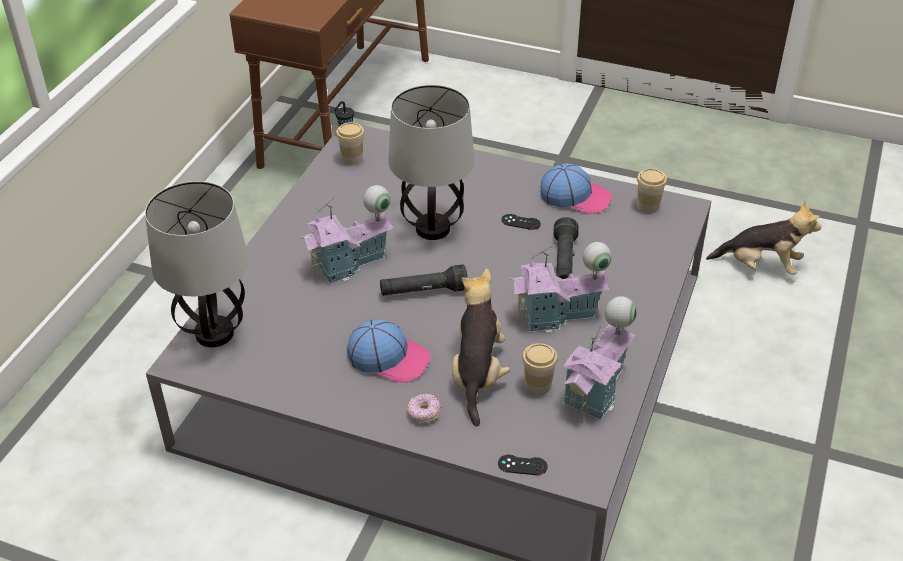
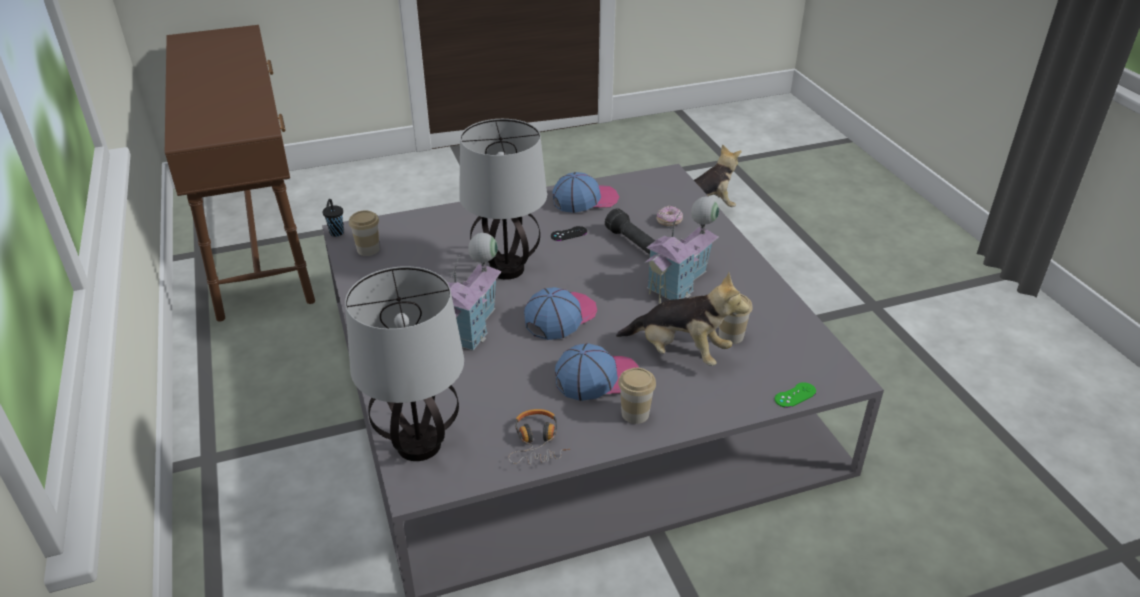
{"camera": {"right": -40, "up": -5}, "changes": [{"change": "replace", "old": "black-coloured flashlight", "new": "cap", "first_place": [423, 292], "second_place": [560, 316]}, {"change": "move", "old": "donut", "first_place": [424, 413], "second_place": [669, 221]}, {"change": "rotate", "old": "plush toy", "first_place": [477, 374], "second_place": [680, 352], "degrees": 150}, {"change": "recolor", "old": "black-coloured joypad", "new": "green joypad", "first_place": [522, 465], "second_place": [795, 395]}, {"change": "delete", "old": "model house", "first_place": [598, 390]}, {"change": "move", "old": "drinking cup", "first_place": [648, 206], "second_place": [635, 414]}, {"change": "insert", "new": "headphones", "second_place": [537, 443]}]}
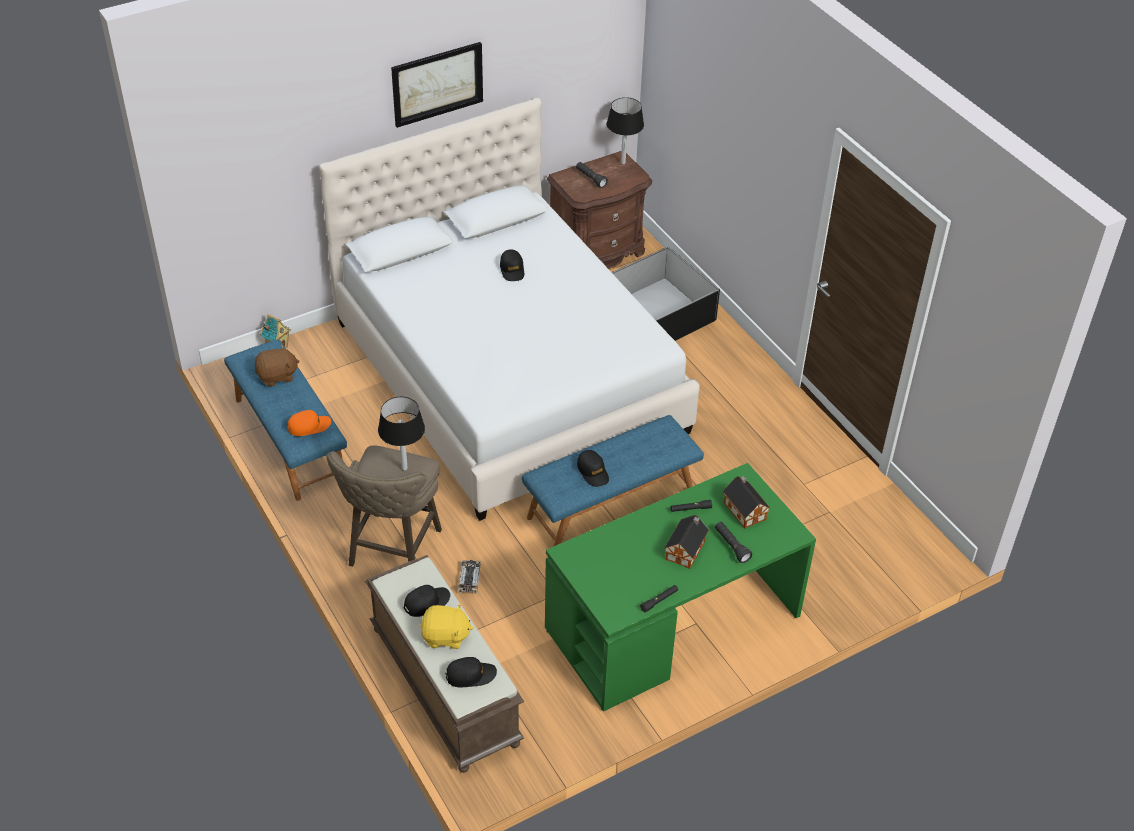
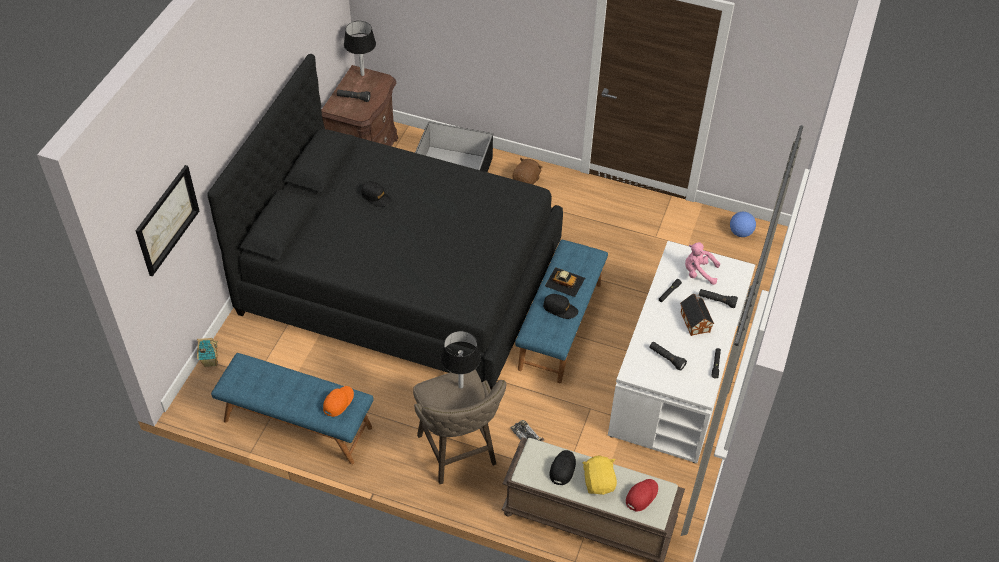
{"camera": {"right": -40, "up": 5}, "changes": [{"change": "move", "old": "brown-coloured plush toy", "first_place": [277, 376], "second_place": [526, 180]}, {"change": "recolor", "old": "white-coloured bed", "new": "black-coloured bed", "first_place": [509, 376], "second_place": [401, 278]}, {"change": "move", "old": "wall picture", "first_place": [437, 83], "second_place": [167, 220]}, {"change": "rotate", "old": "yellow-coloured plush toy", "first_place": [445, 636], "second_place": [599, 482], "degrees": -60}, {"change": "recolor", "old": "black-coloured cap", "new": "red-coloured cap", "first_place": [470, 675], "second_place": [641, 496]}, {"change": "recolor", "old": "green desk table", "new": "white-coloured desk table", "first_place": [673, 623], "second_place": [676, 378]}, {"change": "replace", "old": "model house", "new": "pink plush toy", "first_place": [744, 510], "second_place": [698, 272]}, {"change": "insert", "new": "model car", "second_place": [564, 281]}, {"change": "insert", "new": "black-coloured flashlight", "second_place": [666, 358]}, {"change": "insert", "new": "ball for football", "second_place": [740, 233]}]}
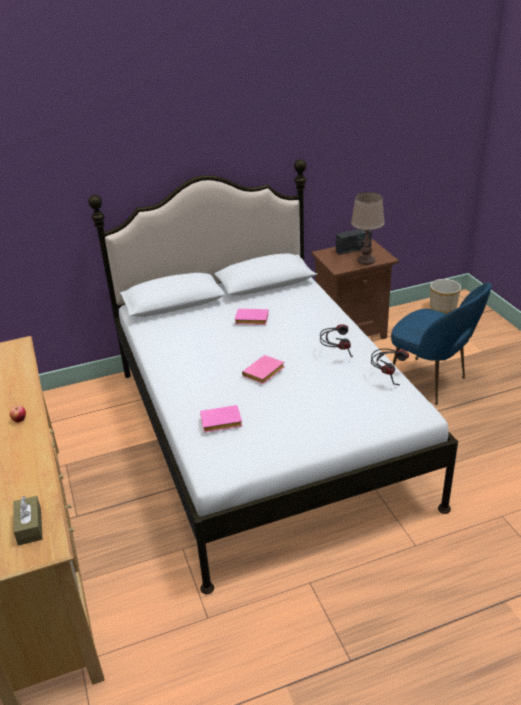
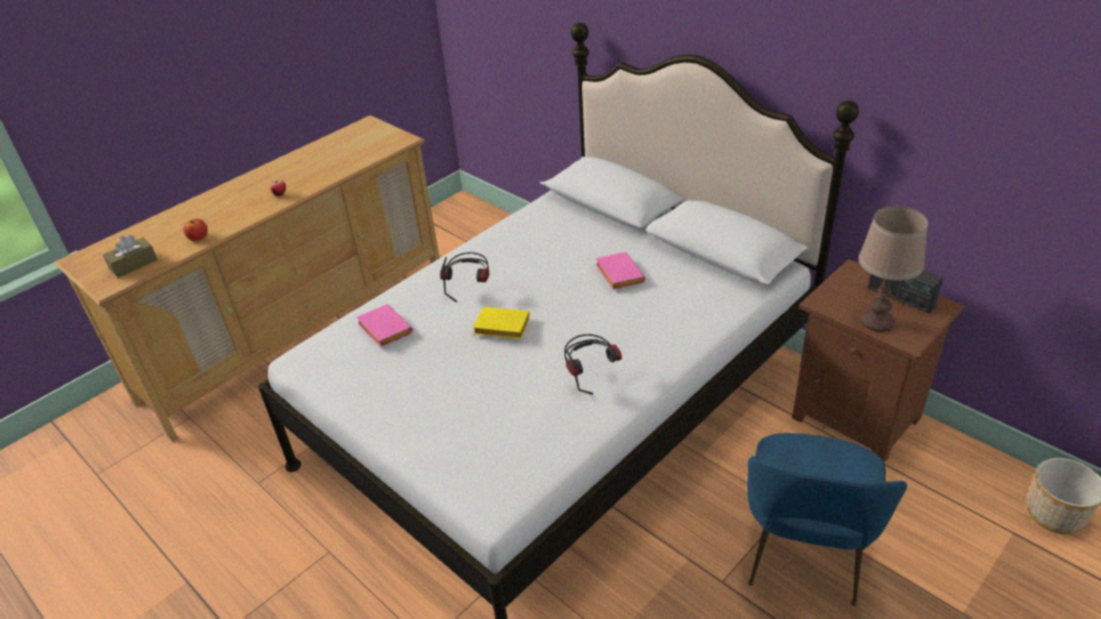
{"camera": {"right": 65, "up": 5}, "changes": [{"change": "recolor", "old": "pink bound book", "new": "yellow-coloured bound book", "first_place": [264, 373], "second_place": [500, 328]}, {"change": "move", "old": "headphones", "first_place": [387, 376], "second_place": [470, 289]}, {"change": "insert", "new": "apple", "second_place": [198, 237]}]}
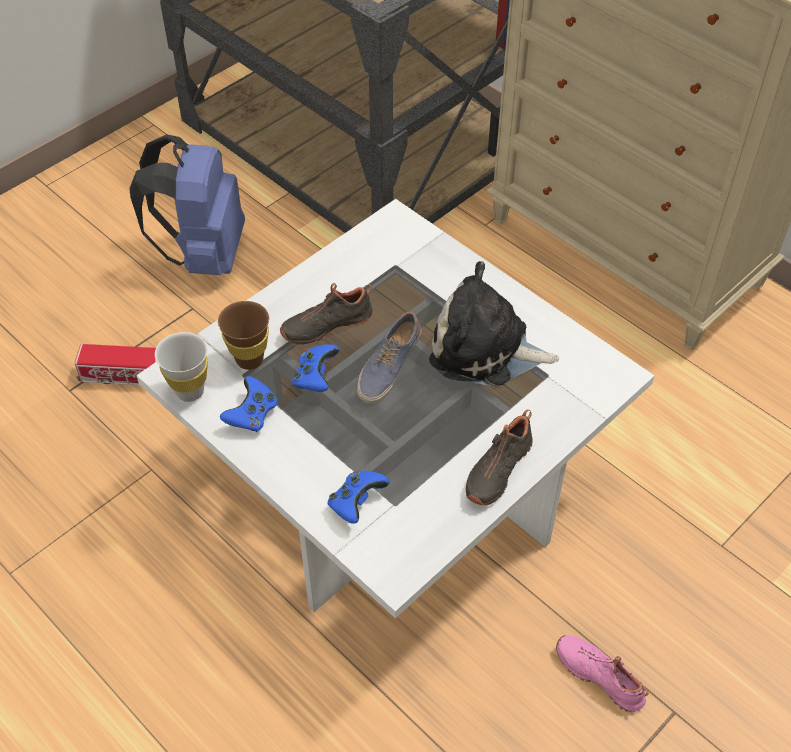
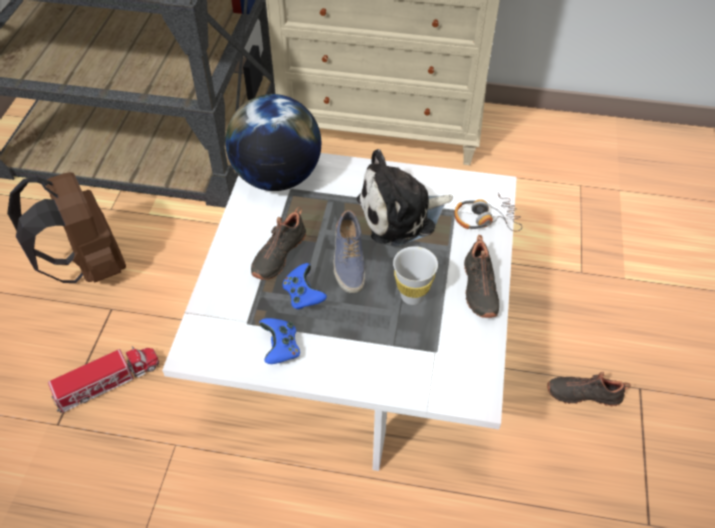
{"camera": {"right": -35, "up": 0}, "changes": [{"change": "recolor", "old": "blue knapsack", "new": "brown-coloured knapsack", "first_place": [203, 254], "second_place": [88, 265]}, {"change": "move", "old": "white-coloured drinking cup", "first_place": [190, 391], "second_place": [412, 296]}, {"change": "delete", "old": "brown-coloured drinking cup", "first_place": [249, 359]}, {"change": "delete", "old": "blue joypad", "first_place": [356, 503]}, {"change": "recolor", "old": "pink low shoe", "new": "black-coloured low shoe", "first_place": [600, 674], "second_place": [583, 393]}, {"change": "insert", "new": "world globe", "second_place": [277, 177]}, {"change": "insert", "new": "headphones", "second_place": [485, 219]}]}
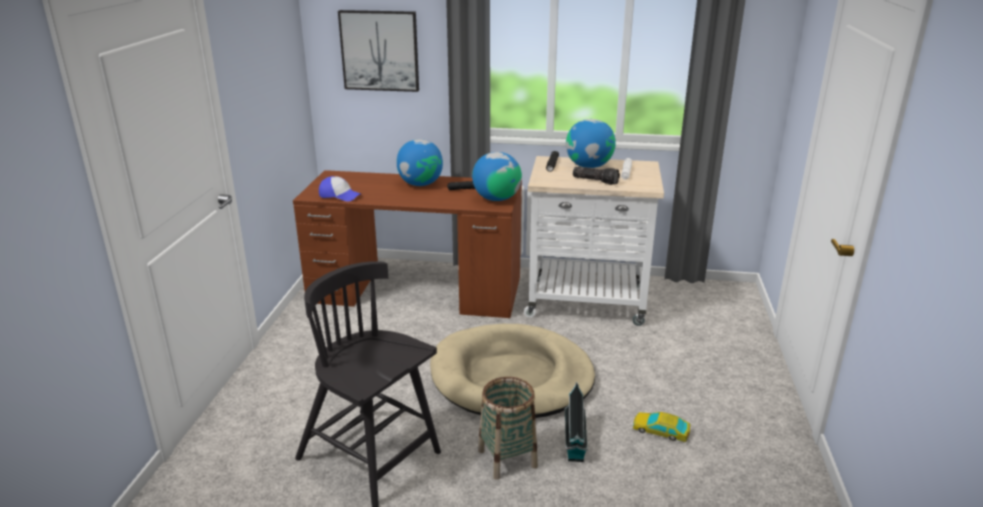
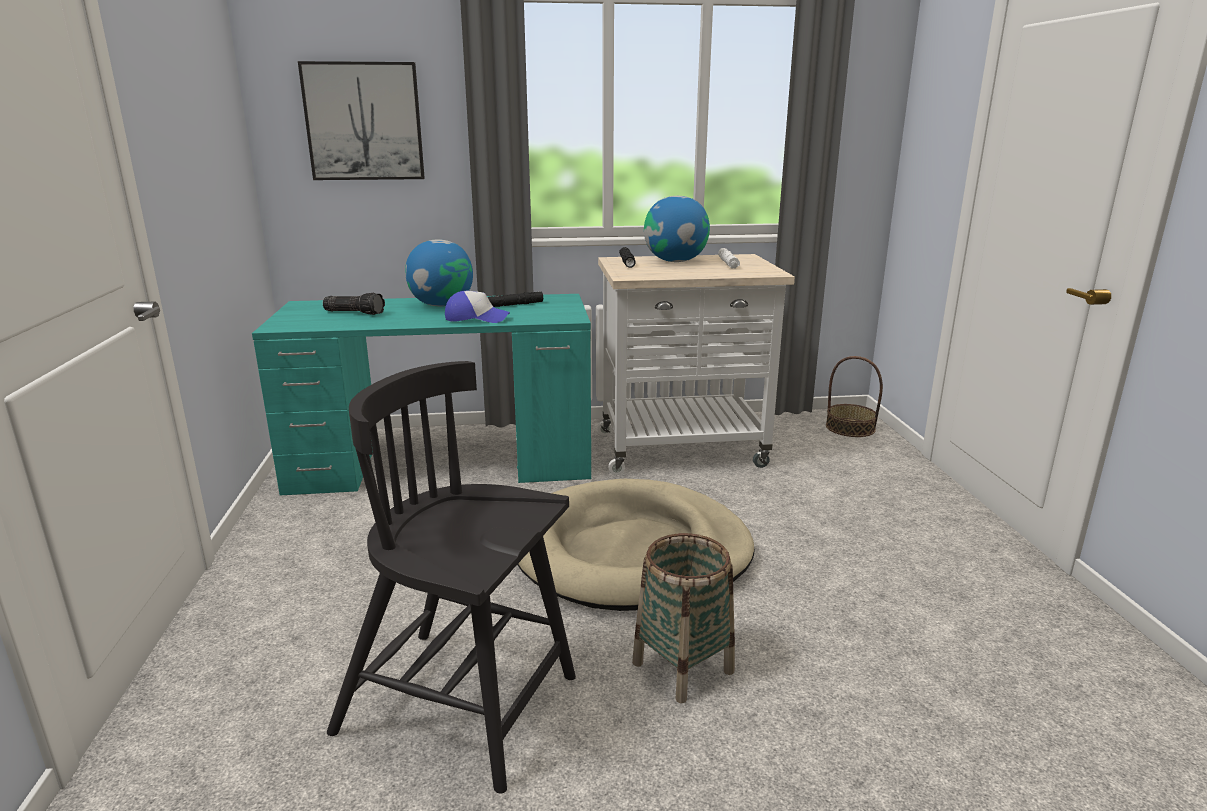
{"camera": {"right": -15, "up": -5}, "changes": [{"change": "recolor", "old": "brown-coloured desk table", "new": "blue-green desk table", "first_place": [416, 290], "second_place": [444, 461]}, {"change": "move", "old": "cap", "first_place": [339, 195], "second_place": [476, 318]}, {"change": "delete", "old": "world globe", "first_place": [496, 199]}, {"change": "delete", "old": "model house", "first_place": [575, 443]}, {"change": "move", "old": "flashlight", "first_place": [596, 181], "second_place": [355, 312]}, {"change": "delete", "old": "model car", "first_place": [660, 431]}, {"change": "insert", "new": "storage basket", "second_place": [850, 427]}]}
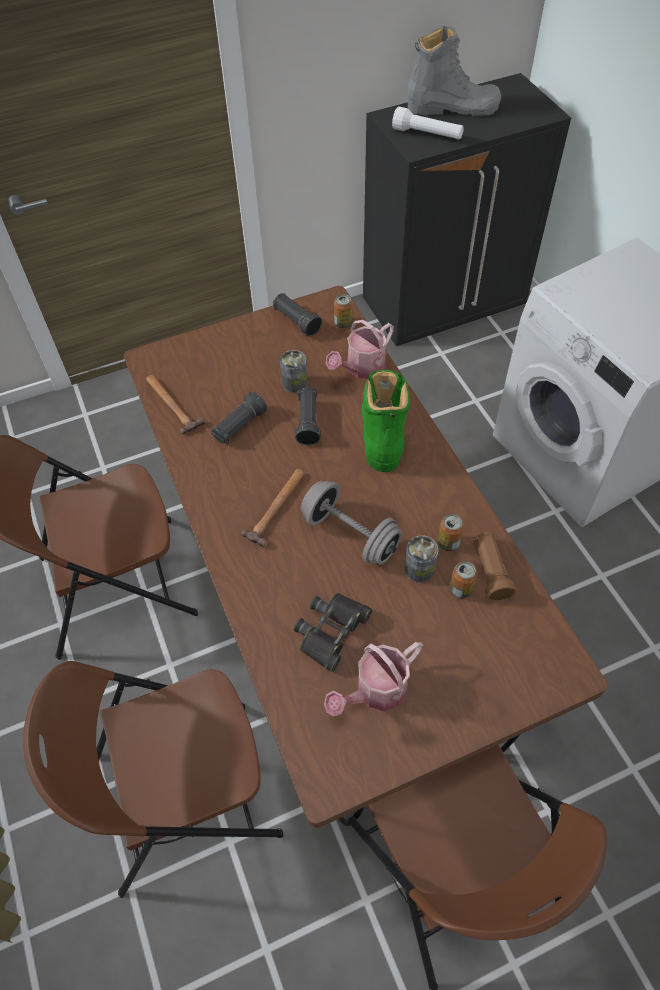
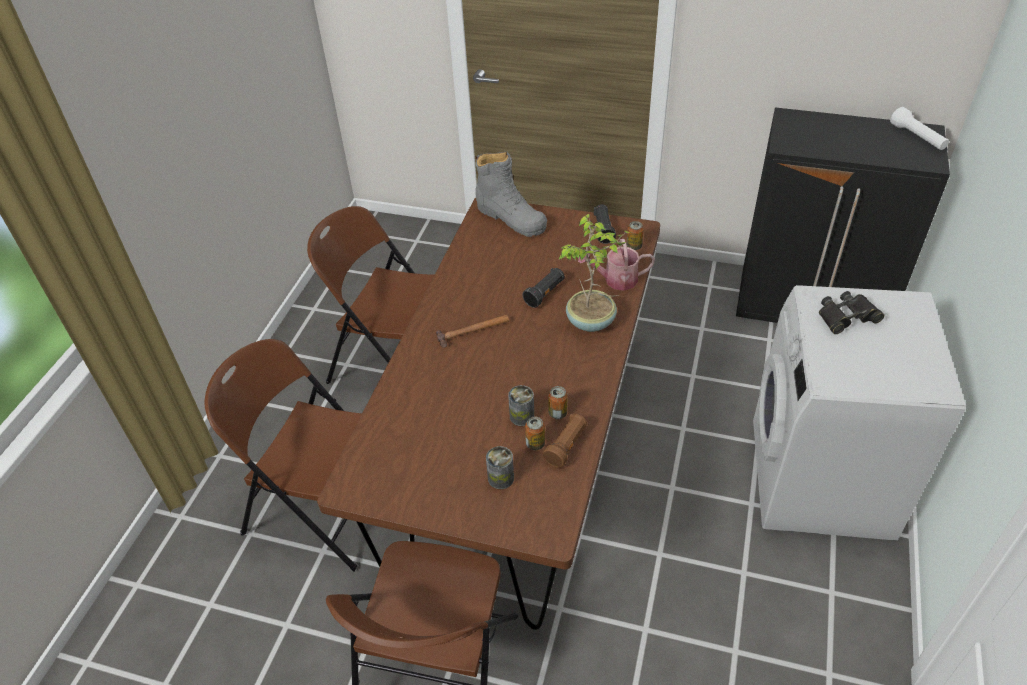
{"camera": {"right": 40, "up": -10}, "changes": [{"change": "delete", "old": "hammer", "first_place": [172, 404]}, {"change": "delete", "old": "black-coloured flashlight", "first_place": [239, 426]}, {"change": "move", "old": "can", "first_place": [294, 383], "second_place": [501, 478]}, {"change": "move", "old": "black-coloured binoculars", "first_place": [331, 631], "second_place": [846, 317]}, {"change": "delete", "old": "greyish dumbbell", "first_place": [350, 535]}, {"change": "delete", "old": "sprinkling can", "first_place": [375, 691]}, {"change": "replace", "old": "green tall boot", "new": "plant in a pot", "first_place": [384, 426], "second_place": [591, 322]}, {"change": "move", "old": "white-coloured flashlight", "first_place": [427, 135], "second_place": [917, 138]}, {"change": "move", "old": "greyish tall boot", "first_place": [452, 108], "second_place": [511, 218]}]}
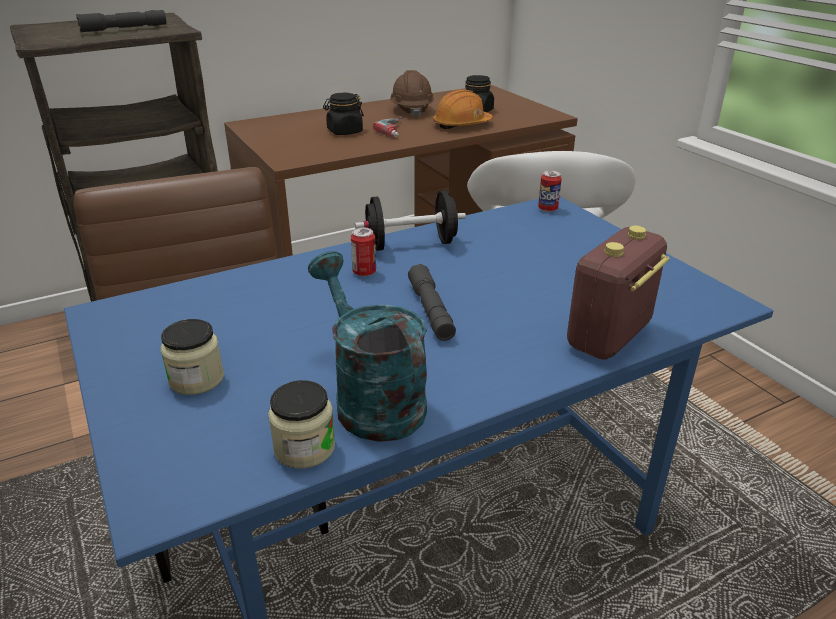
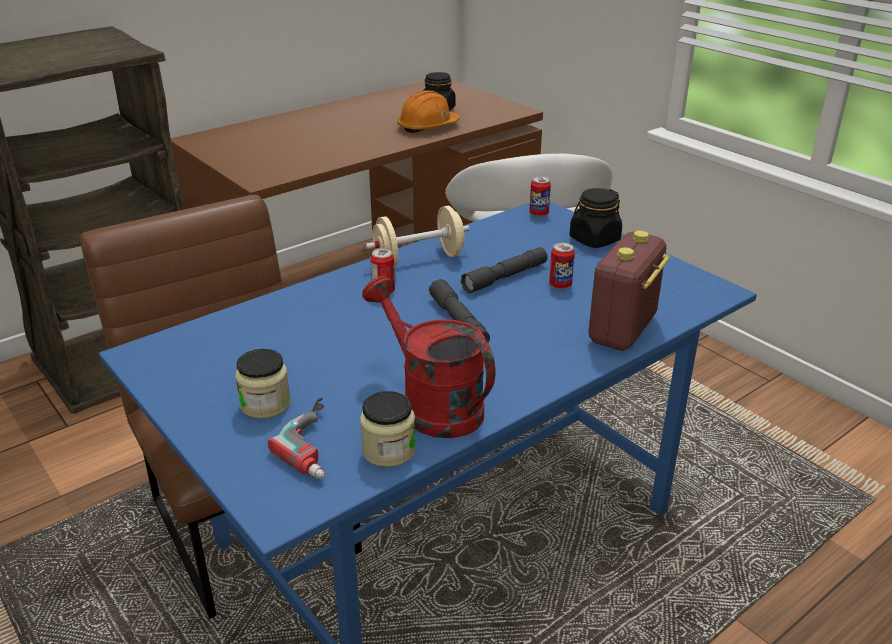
{"camera": {"right": -10, "up": 0}, "changes": [{"change": "move", "old": "greyish flashlight", "first_place": [124, 29], "second_place": [505, 277]}, {"change": "recolor", "old": "blue-green sprinkling can", "new": "red-coloured sprinkling can", "first_place": [371, 398], "second_place": [432, 404]}, {"change": "move", "old": "black-coloured preserve jar", "first_place": [344, 131], "second_place": [594, 239]}, {"change": "recolor", "old": "black-coloured dumbbell", "new": "sand-coloured dumbbell", "first_place": [411, 244], "second_place": [418, 260]}, {"change": "move", "old": "drill", "first_place": [398, 130], "second_place": [320, 443]}, {"change": "delete", "old": "brown-coloured work helmet", "first_place": [411, 110]}, {"change": "insert", "new": "can", "second_place": [560, 285]}]}
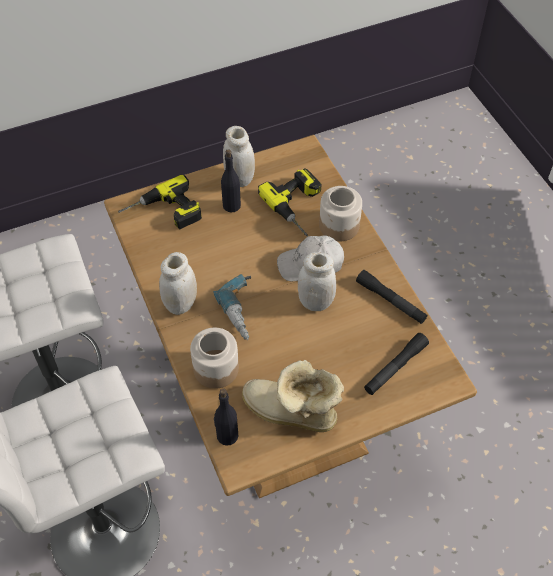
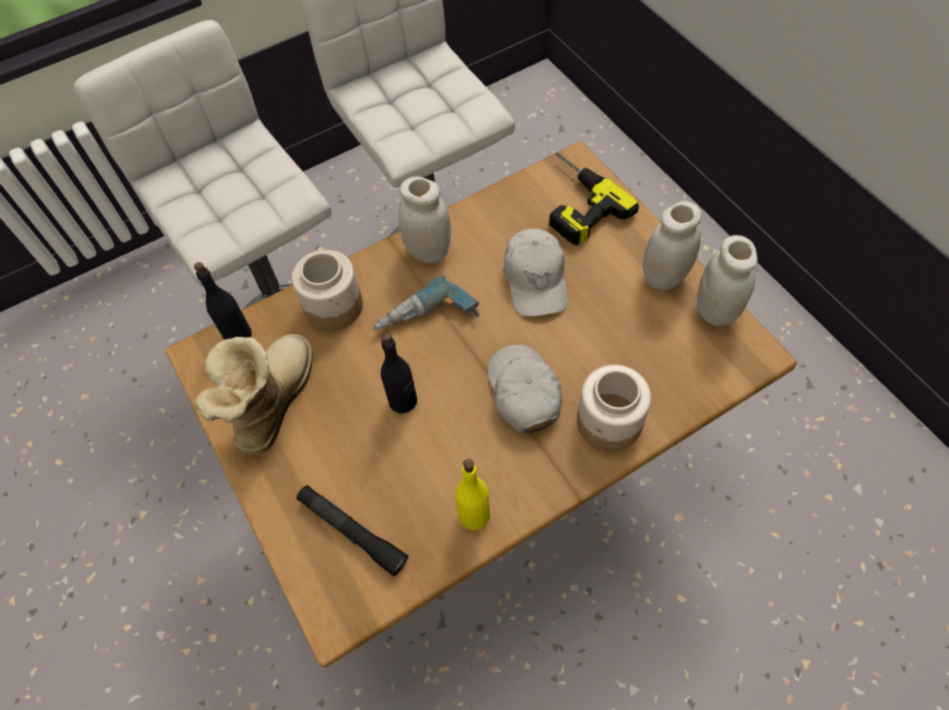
{"camera": {"right": 85, "up": 5}, "changes": [{"change": "move", "old": "black-coloured drink bottle", "first_place": [232, 205], "second_place": [403, 401]}, {"change": "delete", "old": "drill", "first_place": [300, 206]}, {"change": "move", "old": "white-coloured preserve jar", "first_place": [315, 302], "second_place": [715, 310]}, {"change": "replace", "old": "black-coloured flashlight", "new": "yellow-coloured drink bottle", "first_place": [391, 301], "second_place": [474, 514]}, {"change": "insert", "new": "white-coloured cap", "second_place": [536, 279]}]}
